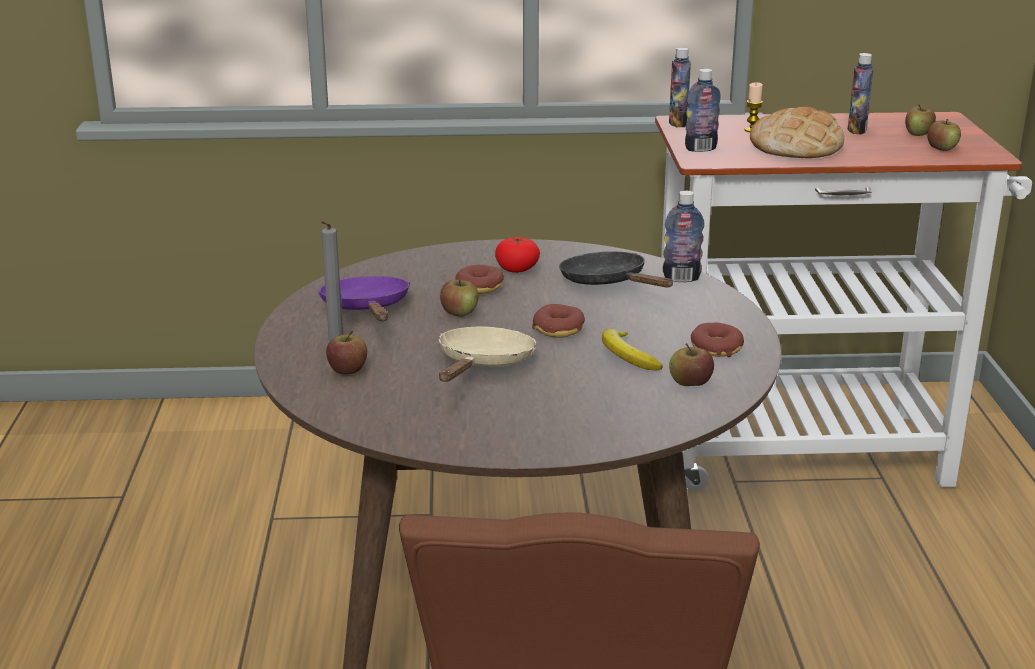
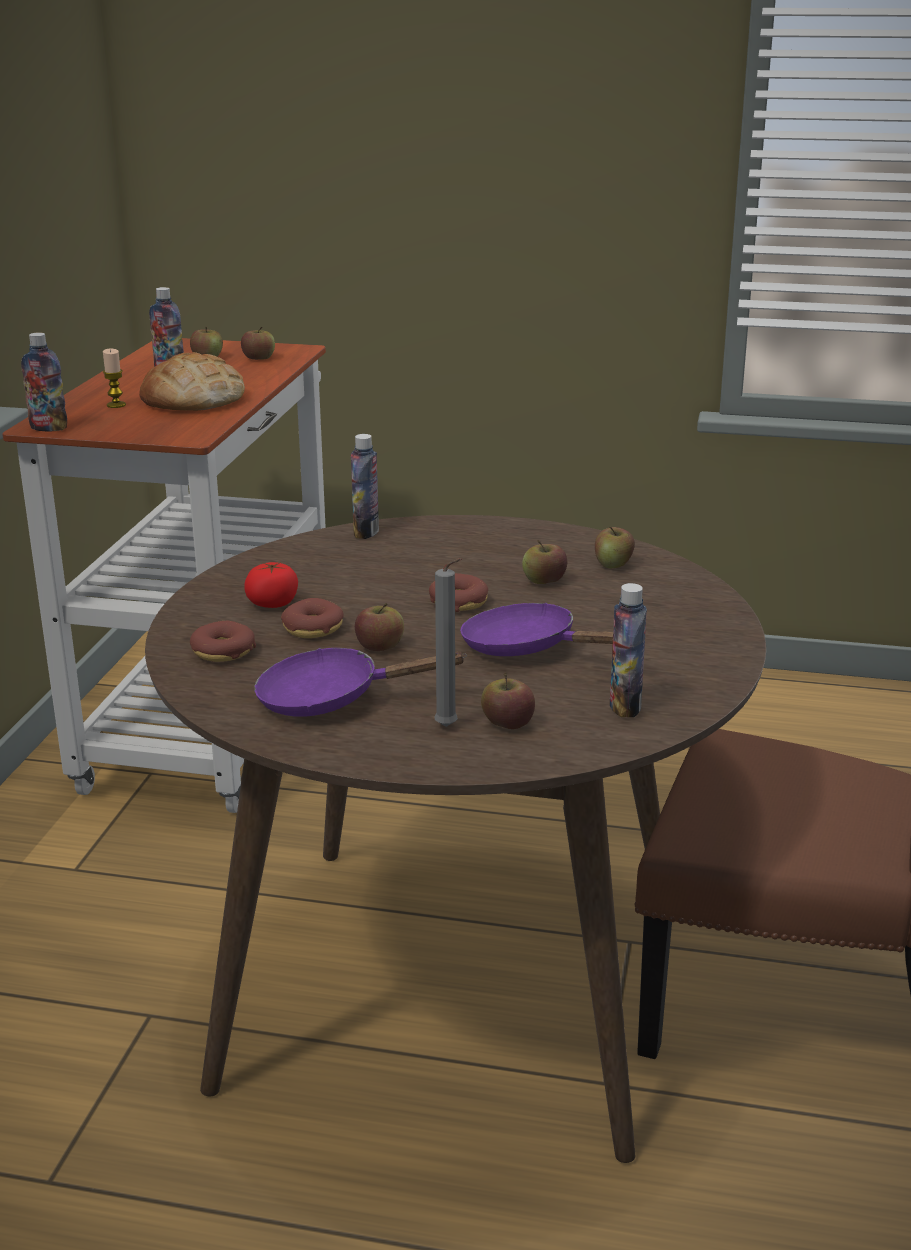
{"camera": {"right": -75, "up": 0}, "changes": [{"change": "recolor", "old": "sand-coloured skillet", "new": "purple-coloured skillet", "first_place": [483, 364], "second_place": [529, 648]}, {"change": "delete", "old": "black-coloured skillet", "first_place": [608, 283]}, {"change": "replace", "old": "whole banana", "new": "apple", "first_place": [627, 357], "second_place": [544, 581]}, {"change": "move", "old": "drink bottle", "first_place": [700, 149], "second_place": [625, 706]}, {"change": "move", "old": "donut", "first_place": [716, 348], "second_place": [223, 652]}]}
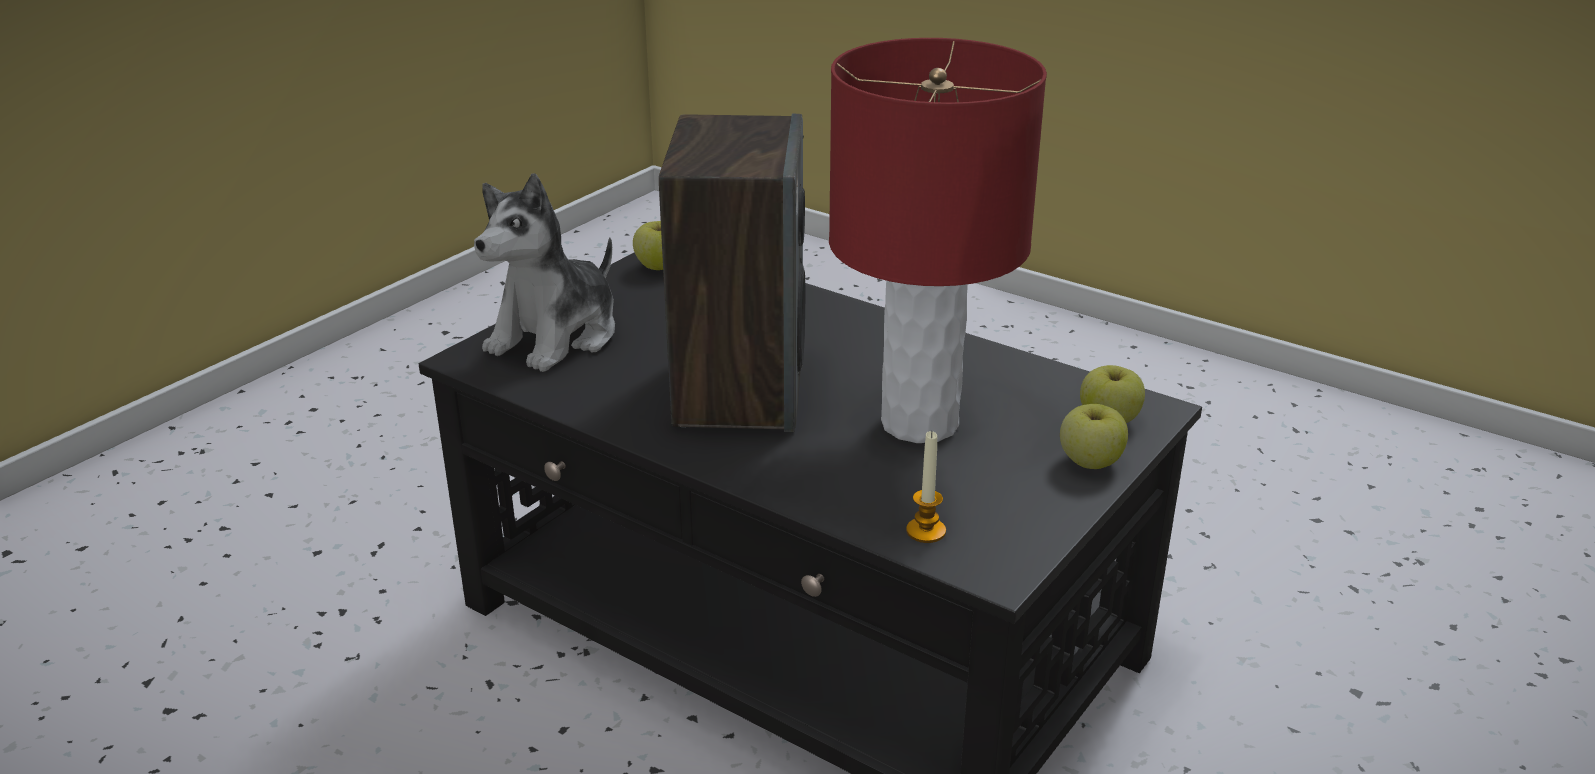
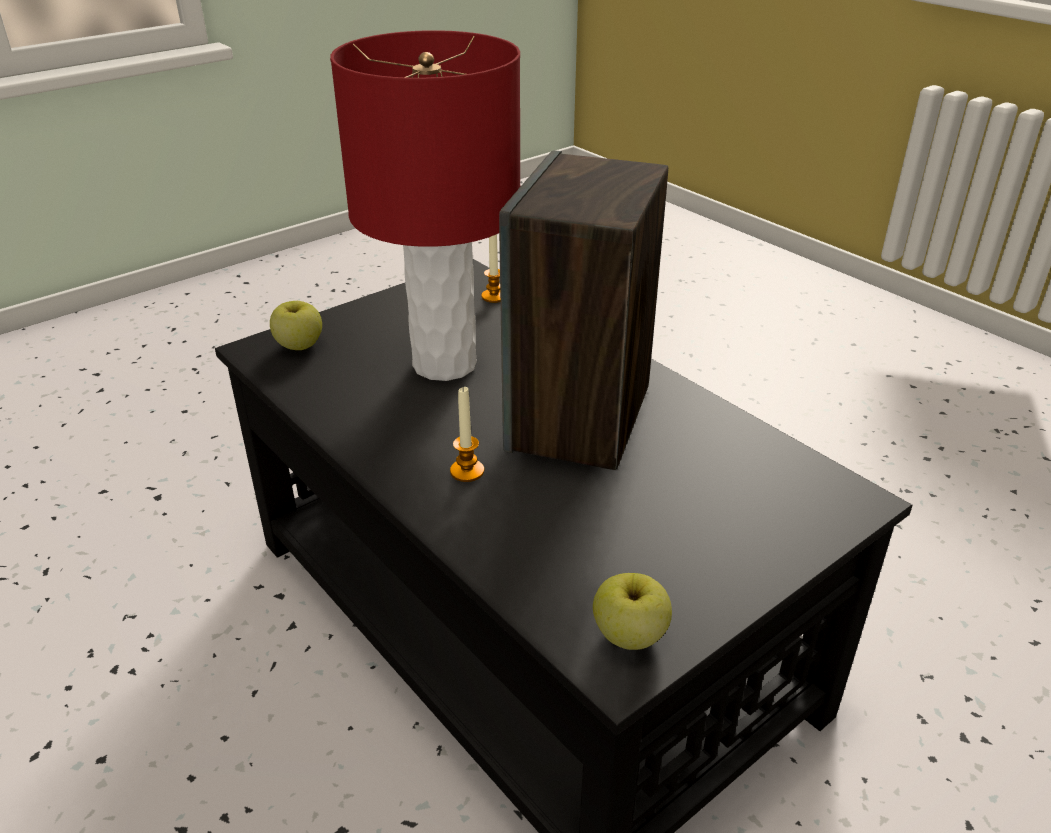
{"camera": {"right": -165, "up": 5}, "changes": [{"change": "delete", "old": "plush toy", "first_place": [556, 337]}, {"change": "delete", "old": "apple", "first_place": [1090, 461]}, {"change": "insert", "new": "candle", "second_place": [467, 471]}]}
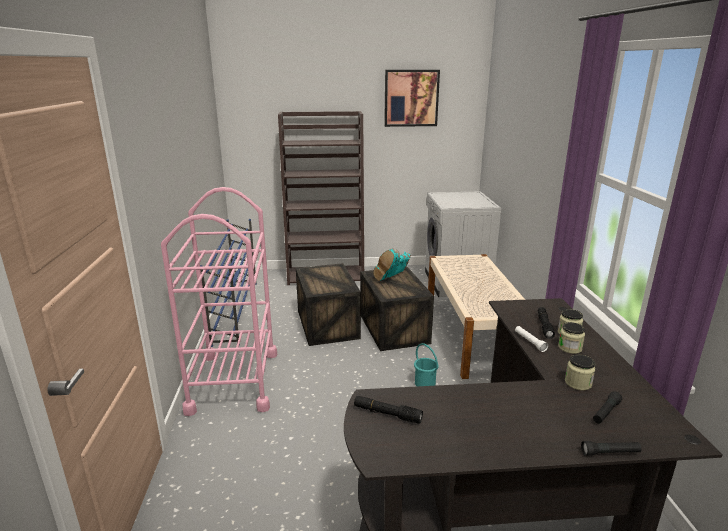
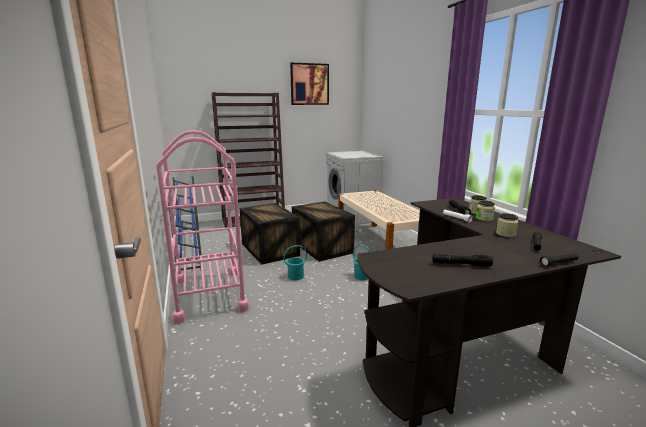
{"camera": {"right": -15, "up": -5}, "changes": [{"change": "move", "old": "black-coloured flashlight", "first_place": [387, 414], "second_place": [461, 264]}, {"change": "delete", "old": "blue-green tall boot", "first_place": [392, 279]}, {"change": "insert", "new": "blue-green bucket", "second_place": [295, 276]}]}
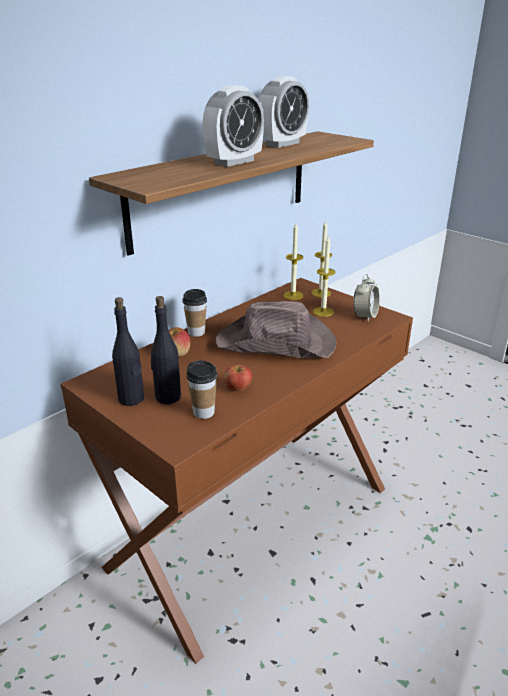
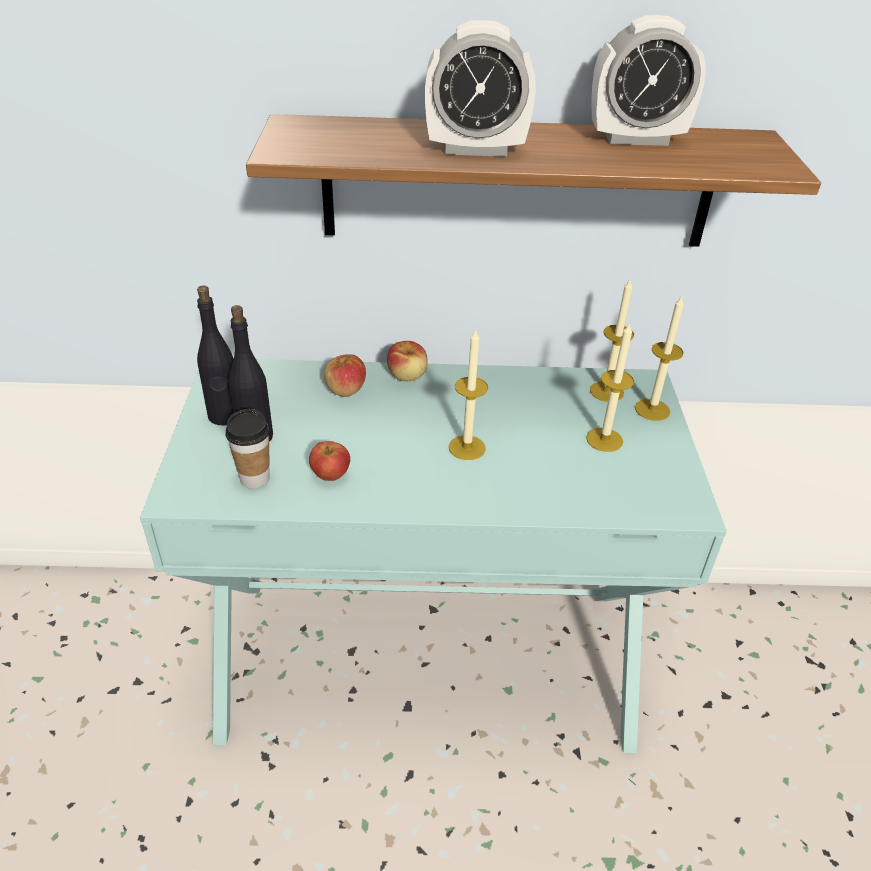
{"camera": {"right": 45, "up": 10}, "changes": [{"change": "recolor", "old": "brown-coloured desk table", "new": "blue-green desk table", "first_place": [253, 524], "second_place": [427, 658]}, {"change": "replace", "old": "drinking cup", "new": "apple", "first_place": [196, 332], "second_place": [407, 375]}, {"change": "replace", "old": "brown-coloured hat", "new": "candle", "first_place": [277, 344], "second_place": [467, 447]}, {"change": "delete", "old": "alarm clock", "first_place": [365, 316]}]}
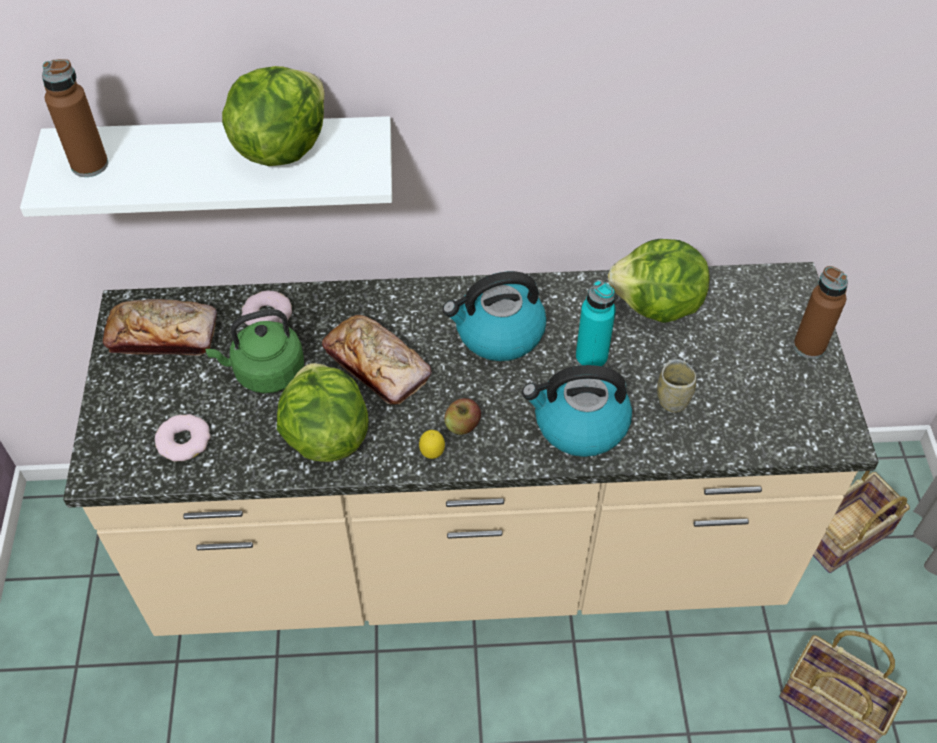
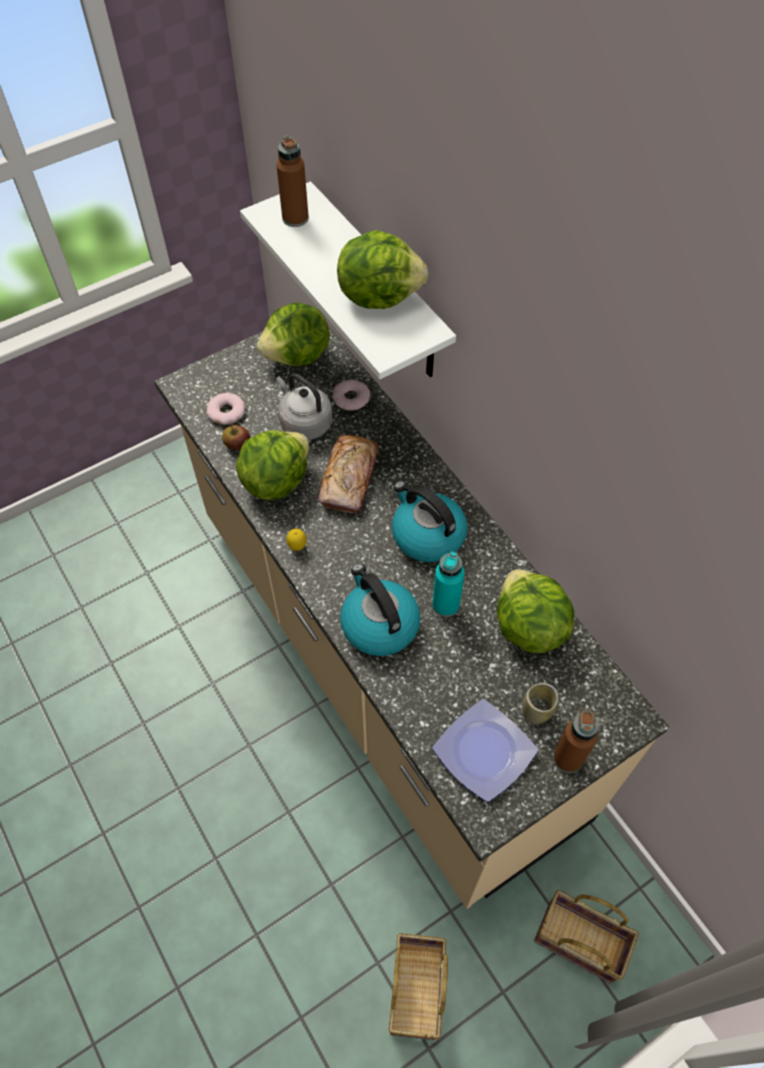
{"camera": {"right": 60, "up": 5}, "changes": [{"change": "replace", "old": "bakery bread", "new": "lettuce", "first_place": [164, 336], "second_place": [298, 356]}, {"change": "recolor", "old": "green water kettle", "new": "greyish water kettle", "first_place": [265, 372], "second_place": [304, 422]}, {"change": "move", "old": "apple", "first_place": [462, 425], "second_place": [237, 445]}, {"change": "move", "old": "drinking cup", "first_place": [672, 399], "second_place": [536, 711]}, {"change": "insert", "new": "flat dish", "second_place": [484, 750]}]}
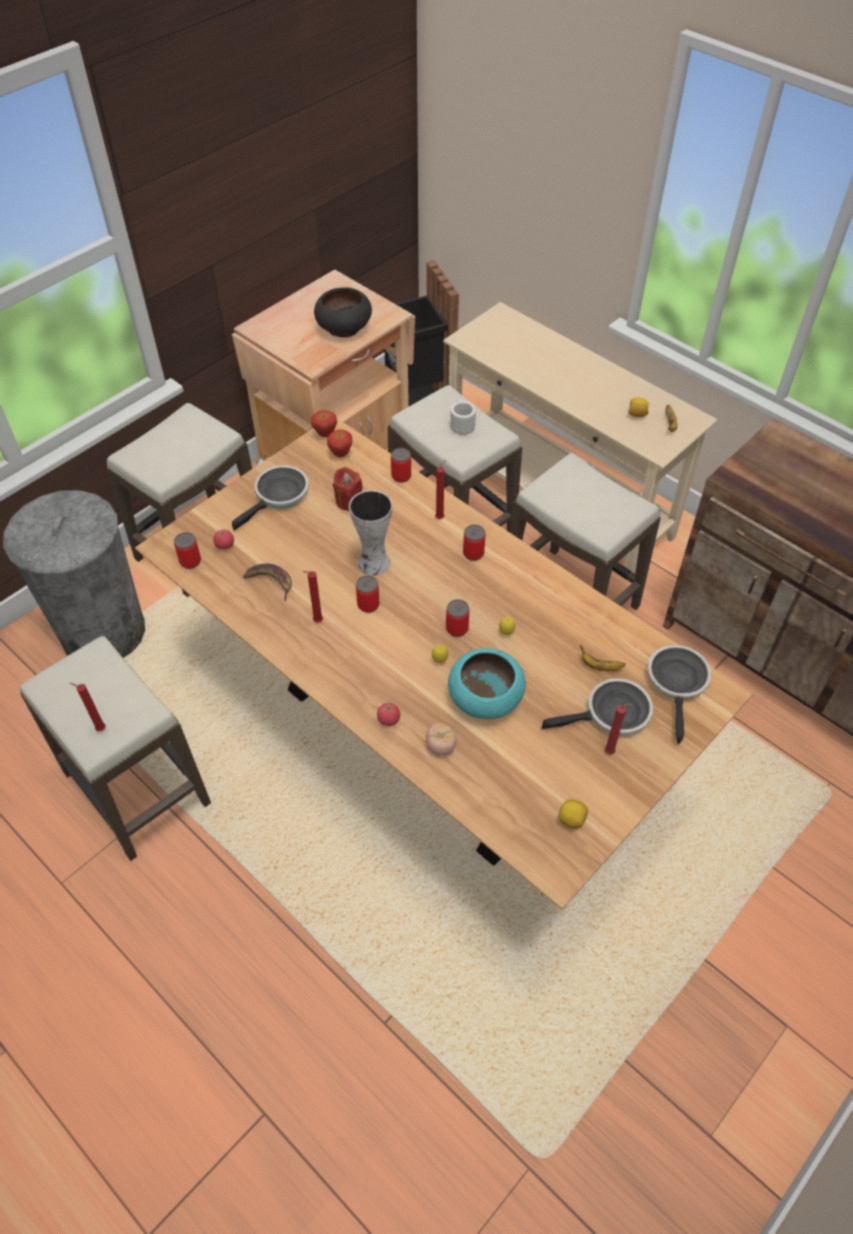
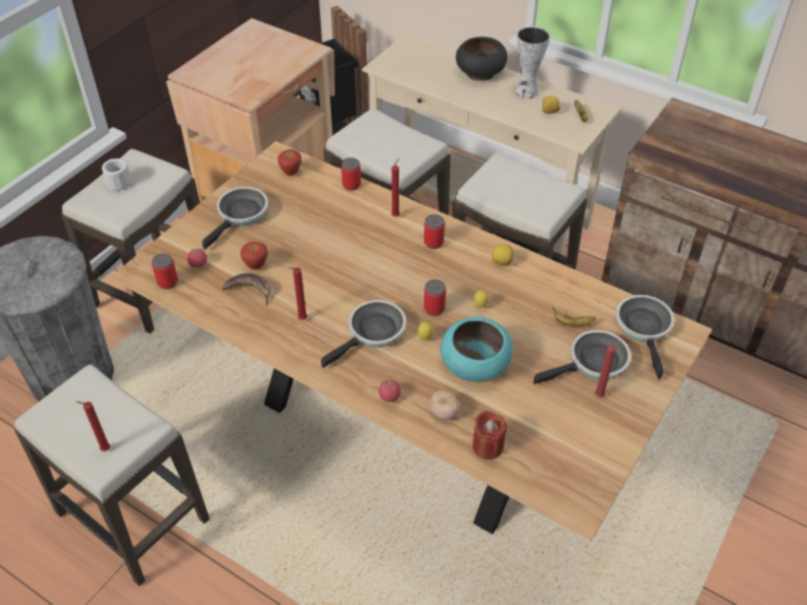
{"camera": {"right": -10, "up": -5}, "changes": [{"change": "move", "old": "apple", "first_place": [325, 434], "second_place": [256, 266]}, {"change": "move", "old": "black-coloured bowl", "first_place": [343, 328], "second_place": [479, 73]}, {"change": "move", "old": "red-coloured candle", "first_place": [348, 501], "second_place": [488, 446]}, {"change": "move", "old": "decorative vase", "first_place": [372, 563], "second_place": [525, 91]}, {"change": "delete", "old": "can", "first_place": [368, 605]}, {"change": "move", "old": "white-coloured tea mug", "first_place": [461, 424], "second_place": [118, 181]}, {"change": "move", "old": "whole lemon", "first_place": [572, 820], "second_place": [502, 262]}, {"change": "insert", "new": "skillet", "second_place": [373, 333]}]}
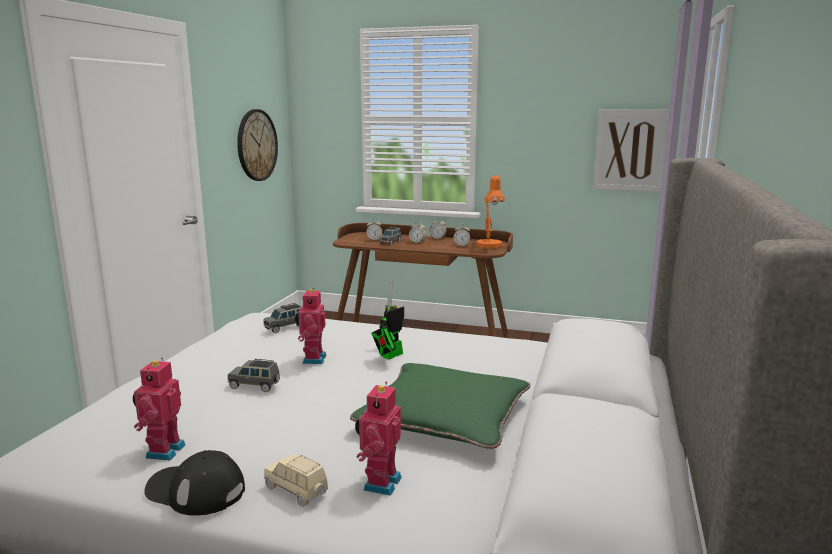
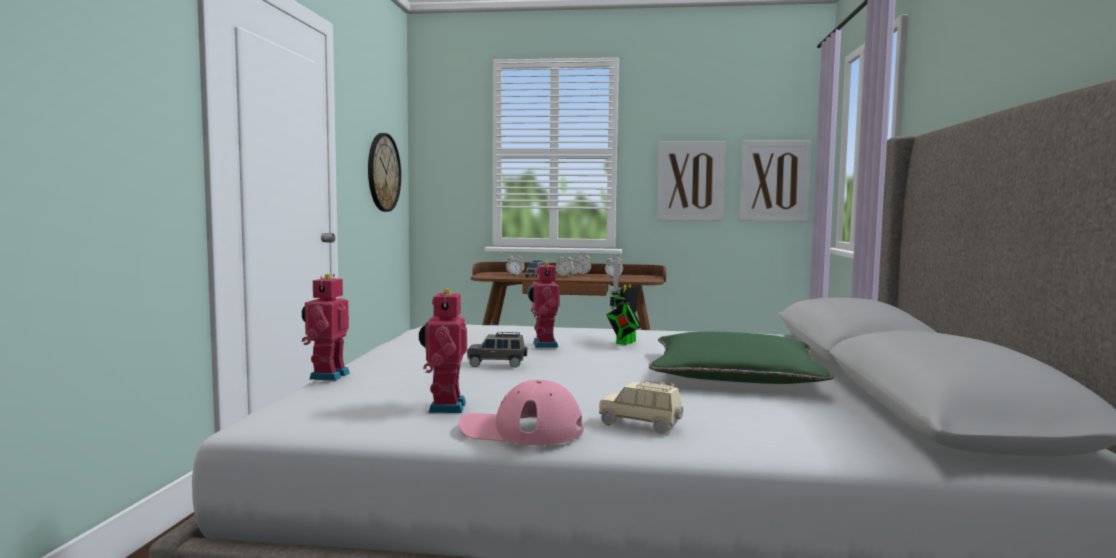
{"camera": {"right": -10, "up": -10}, "changes": [{"change": "recolor", "old": "black-coloured cap", "new": "pink cap", "first_place": [195, 490], "second_place": [521, 429]}, {"change": "delete", "old": "greyish model car", "first_place": [285, 327]}, {"change": "move", "old": "toy robot", "first_place": [379, 483], "second_place": [327, 376]}, {"change": "delete", "old": "orangey lamp for a table", "first_place": [490, 247]}, {"change": "insert", "new": "wall picture", "second_place": [690, 181]}]}
